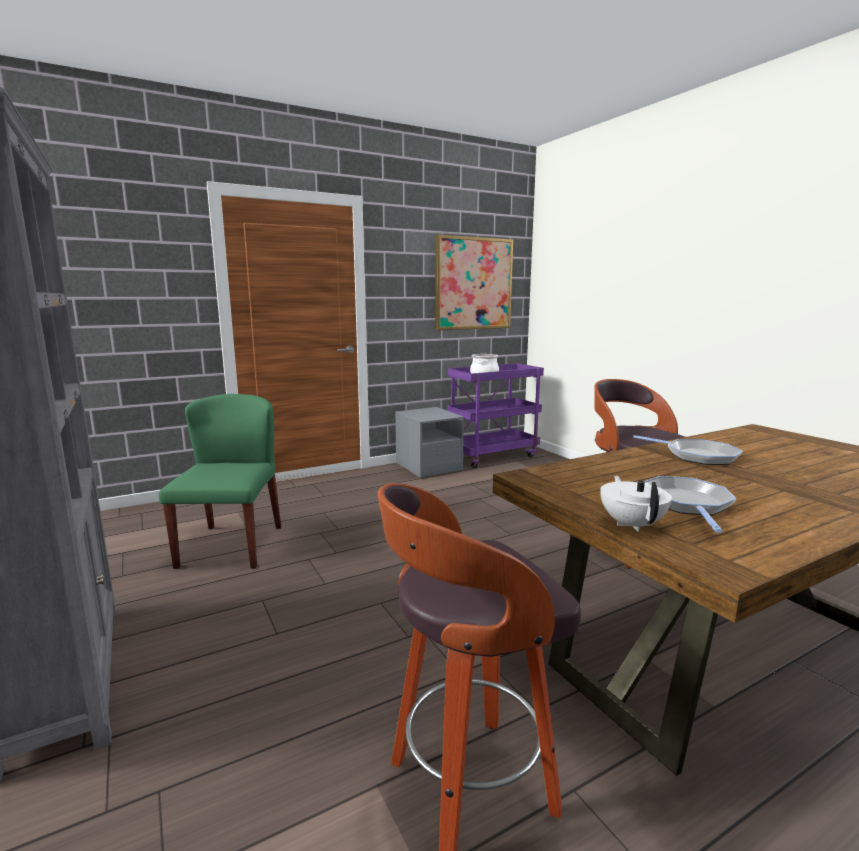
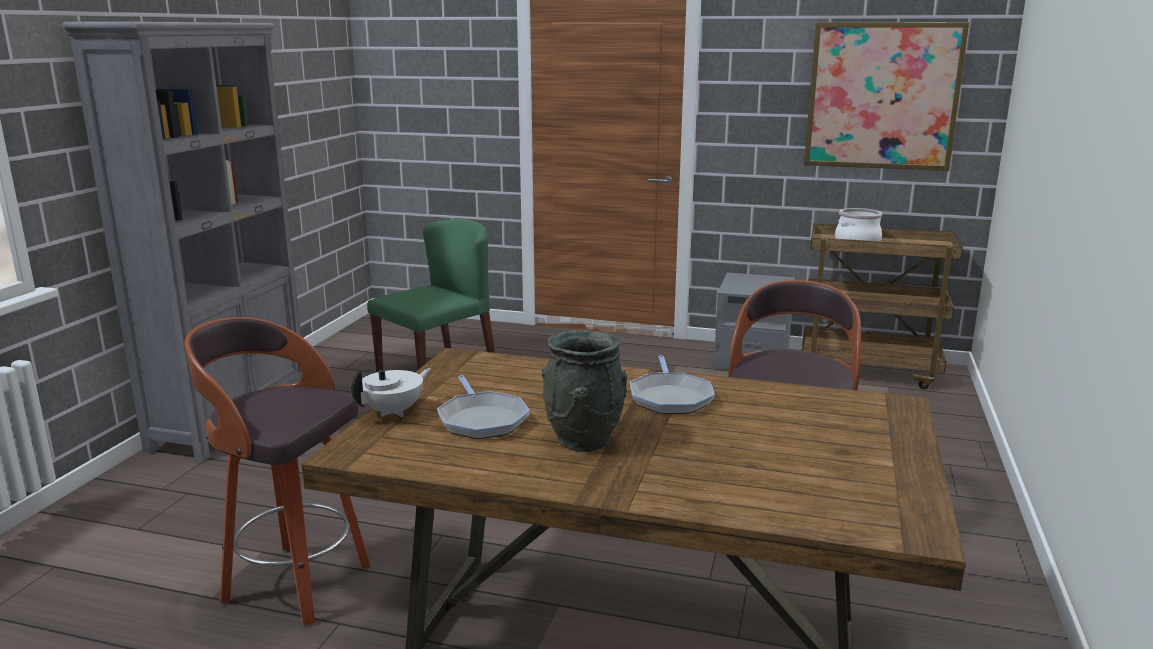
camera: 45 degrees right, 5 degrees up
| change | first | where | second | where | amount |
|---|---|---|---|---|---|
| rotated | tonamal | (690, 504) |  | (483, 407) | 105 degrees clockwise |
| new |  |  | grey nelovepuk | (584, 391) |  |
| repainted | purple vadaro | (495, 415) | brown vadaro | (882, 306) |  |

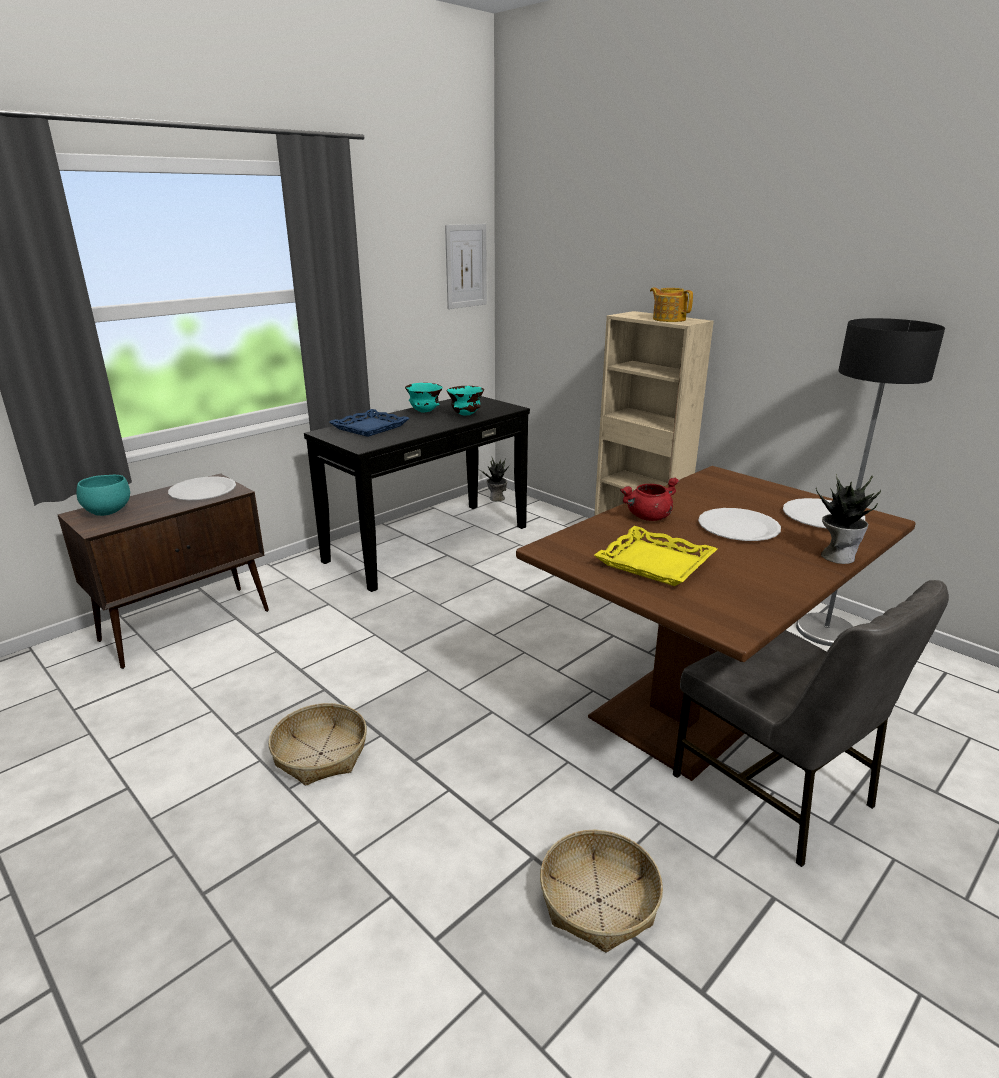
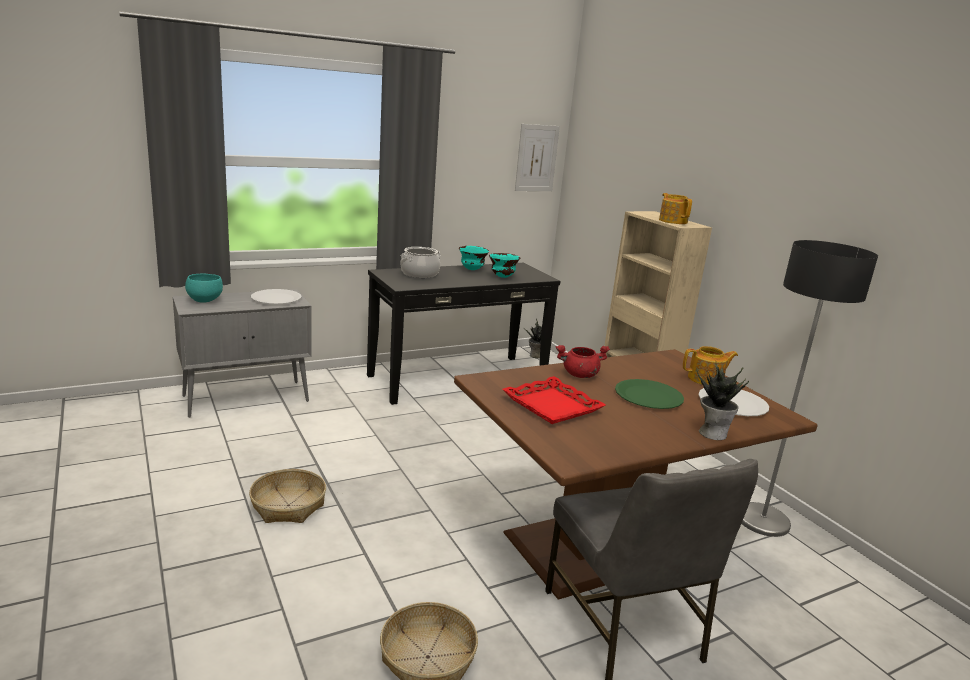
camera: 15 degrees right, 5 degrees down
| change | first | where | second | where | amount |
|---|---|---|---|---|---|
| repainted | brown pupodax | (163, 571) | grey pupodax | (242, 353) |  |
| swapped | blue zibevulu | (369, 423) | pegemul | (421, 262) |  |
| repainted | yellow zibevulu | (655, 556) | red zibevulu | (554, 400) |  |
| repainted | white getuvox | (739, 524) | green getuvox | (649, 394) |  |
| new |  |  | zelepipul | (710, 365) |  |

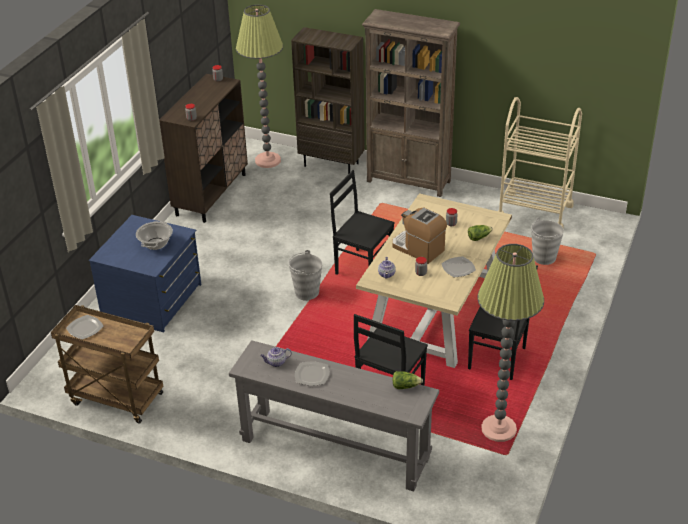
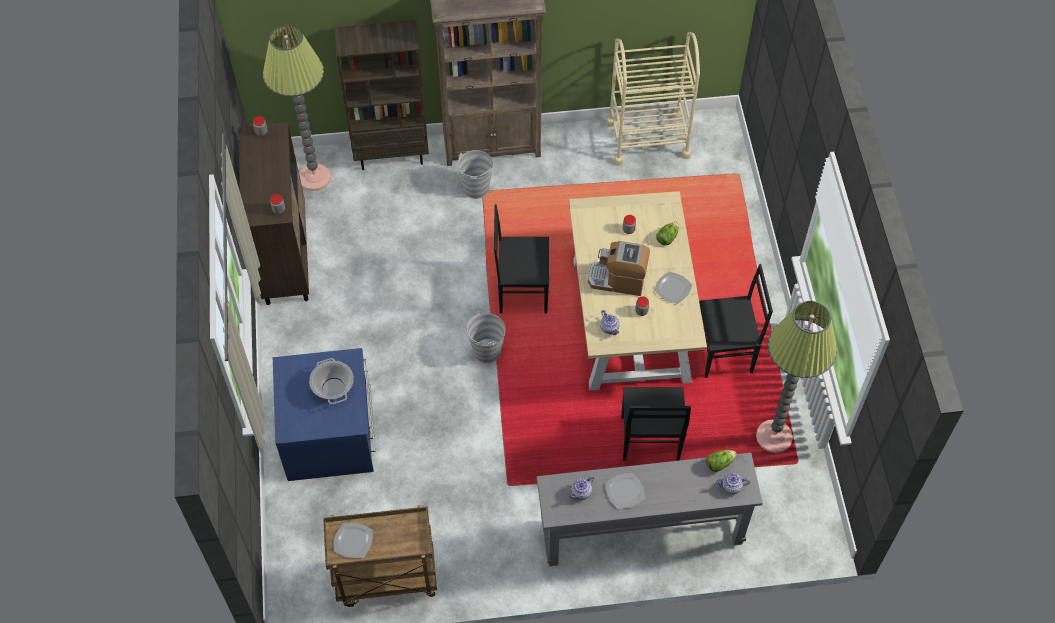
camera: 30 degrees left, 20 degrees up
| change | first | where | second | where | amount |
|---|---|---|---|---|---|
| shifted | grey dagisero | (547, 241) |  | (475, 174) |  |
| new |  |  | zelepipul | (733, 483) |  |

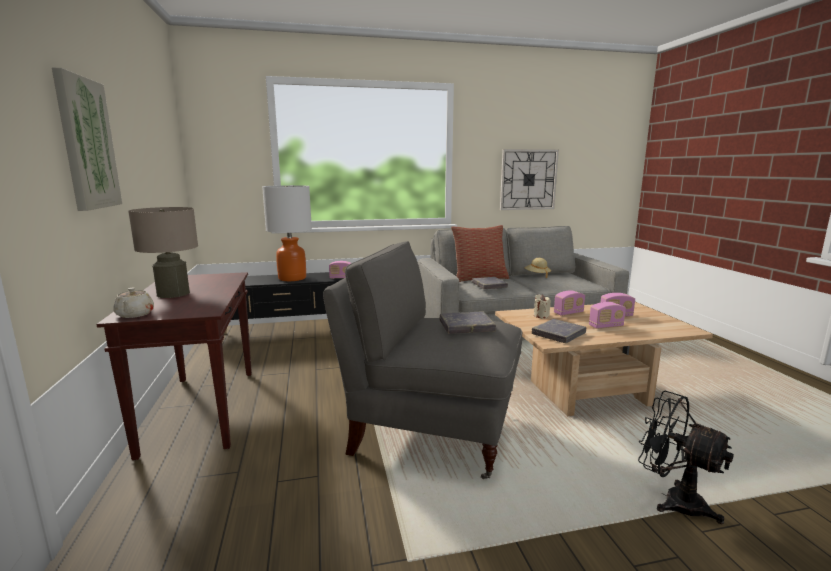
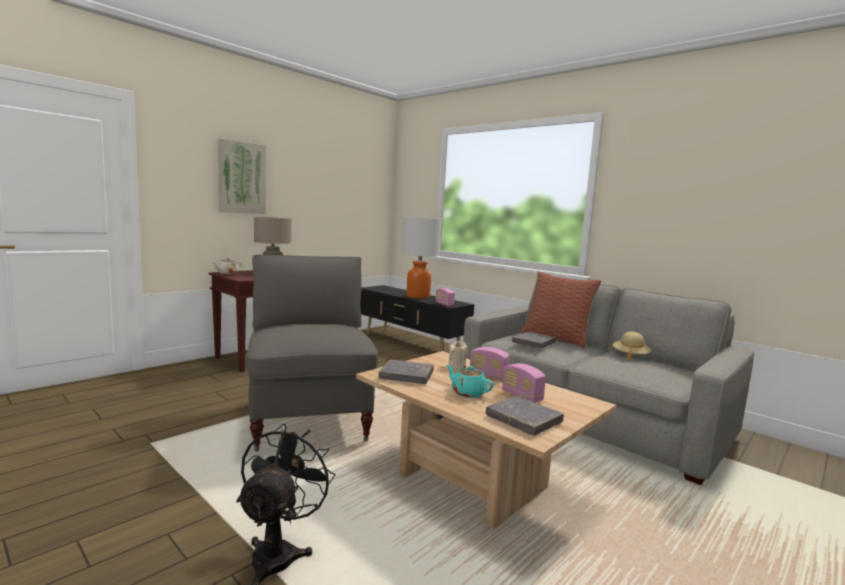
camera: 55 degrees right, 5 degrees down
| change | first | where | second | where | amount |
|---|---|---|---|---|---|
| swapped | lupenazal | (607, 315) | turquoise zelepipul | (470, 381) |  |
| shifted | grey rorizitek | (467, 322) |  | (525, 416) |  |
| gone | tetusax | (529, 179) |  |  |  |

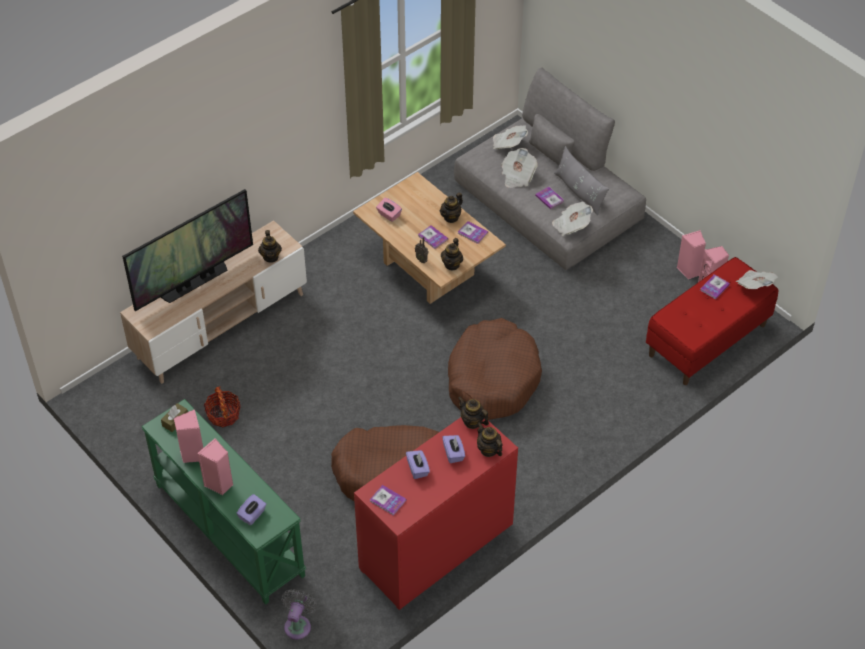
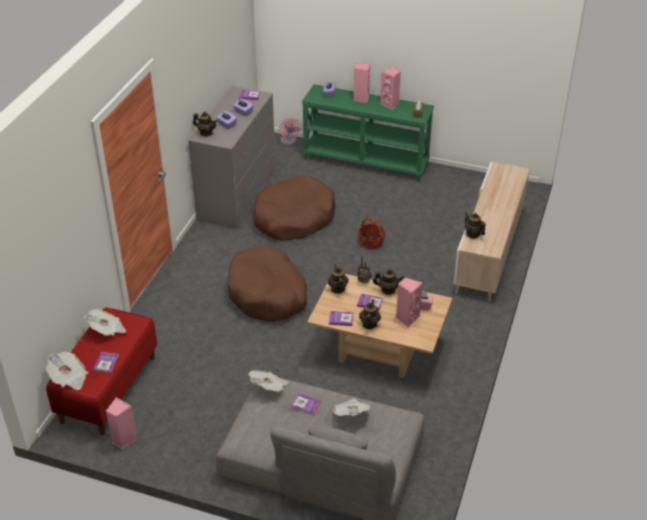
camera: 150 degrees right, 10 degrees down
| change | first | where | second | where | amount |
|---|---|---|---|---|---|
| shifted | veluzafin | (510, 137) |  | (105, 322) |  |
| repainted | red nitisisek | (436, 513) | grey nitisisek | (232, 157) |  |
| repainted | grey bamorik | (299, 614) | pink bamorik | (290, 131) |  |
| shifted | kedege | (222, 406) |  | (371, 234) |  |
| shifted | zelepipul | (473, 413) |  | (388, 282) |  |
| shifted | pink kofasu | (691, 254) |  | (409, 302) |  |
| gone | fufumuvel | (187, 250) |  |  |  |
| gone | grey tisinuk | (581, 180) |  |  |  |

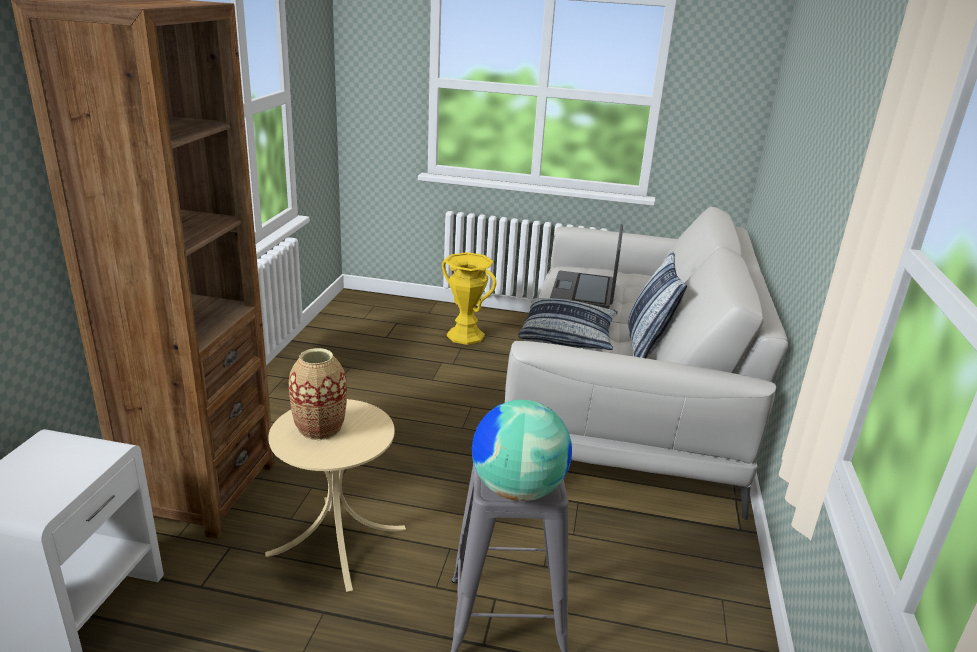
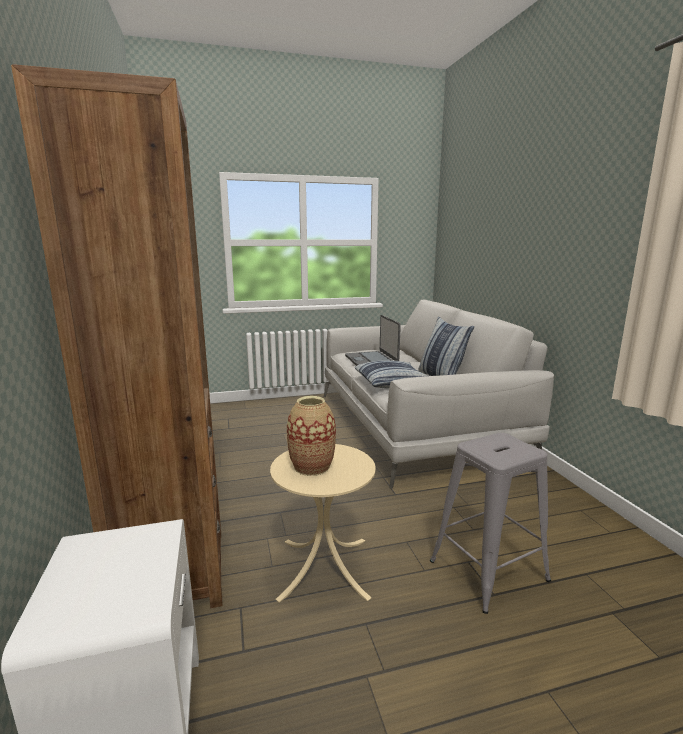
camera: 25 degrees left, 10 degrees down
| change | first | where | second | where | amount |
|---|---|---|---|---|---|
| gone | yellow nelovepuk | (469, 298) |  |  |  |
| gone | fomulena | (522, 450) |  |  |  |

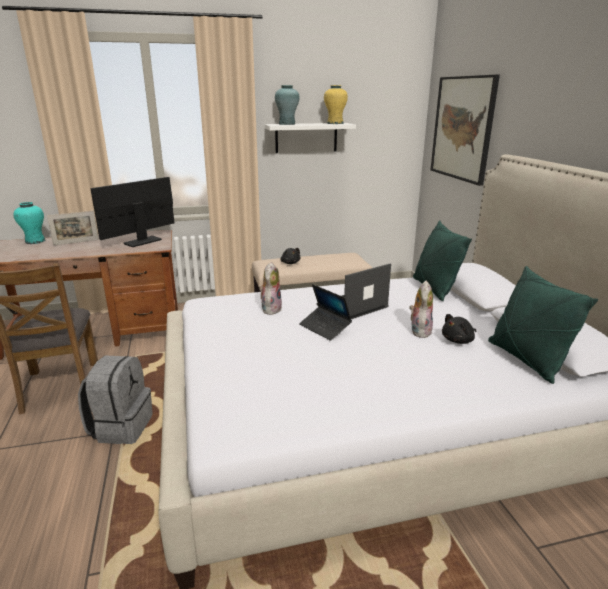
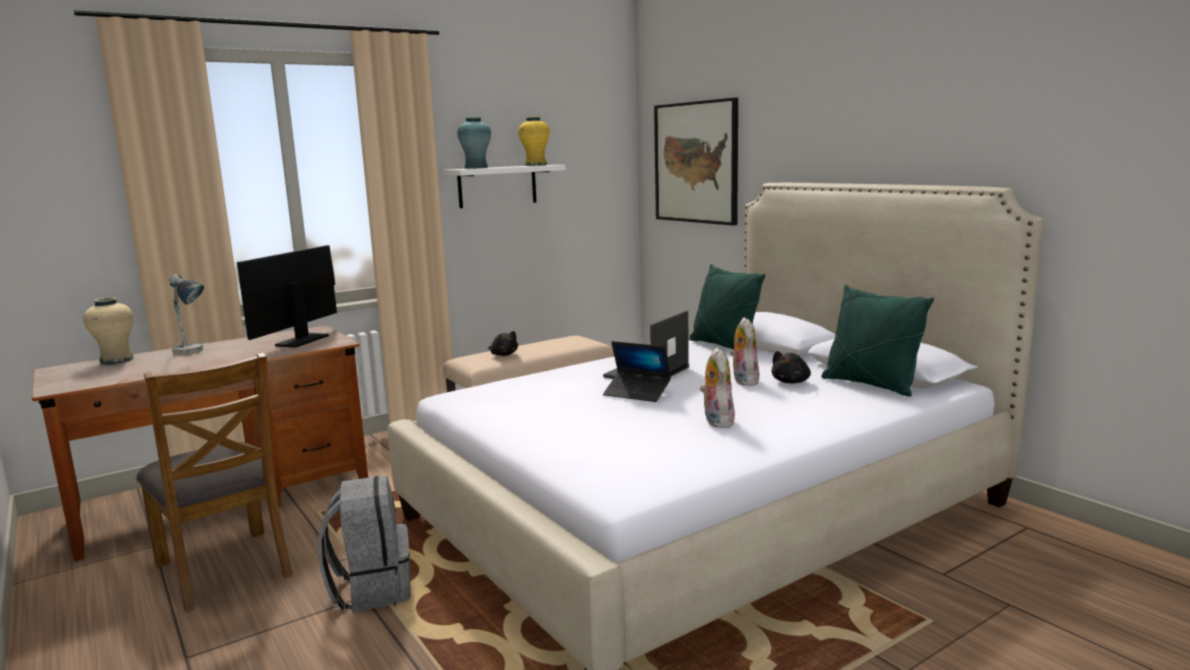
camera: 20 degrees left, 10 degrees down
| change | first | where | second | where | amount |
|---|---|---|---|---|---|
| repainted | turquoise nelovepuk | (29, 223) | beige nelovepuk | (108, 330) |  |
| swapped | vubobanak | (73, 228) | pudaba | (186, 314) |  |
| shifted | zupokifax | (270, 288) |  | (718, 387) |  |

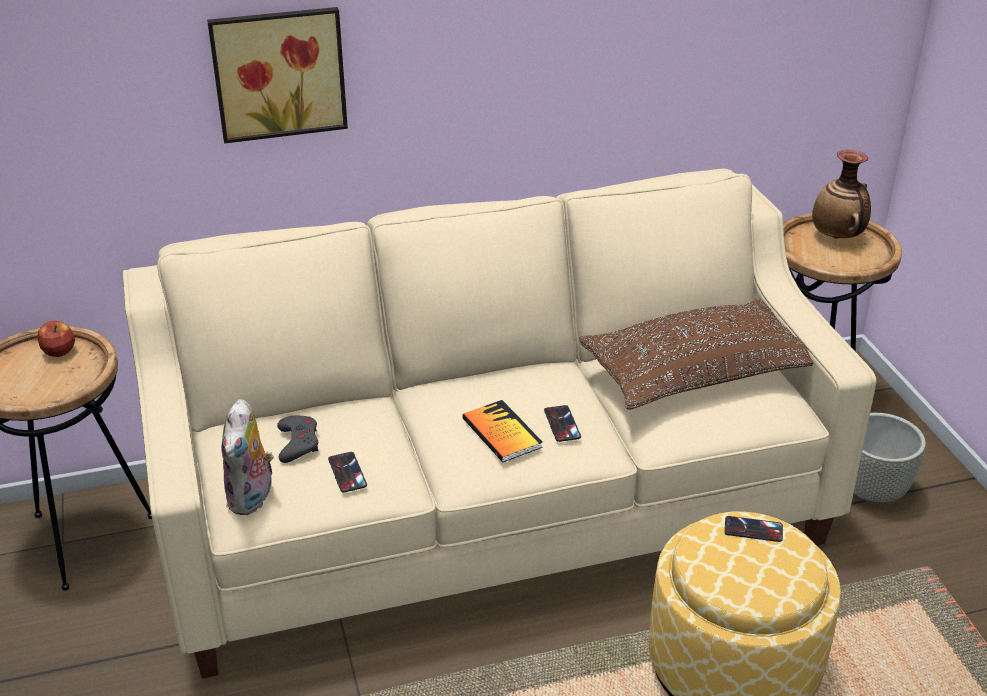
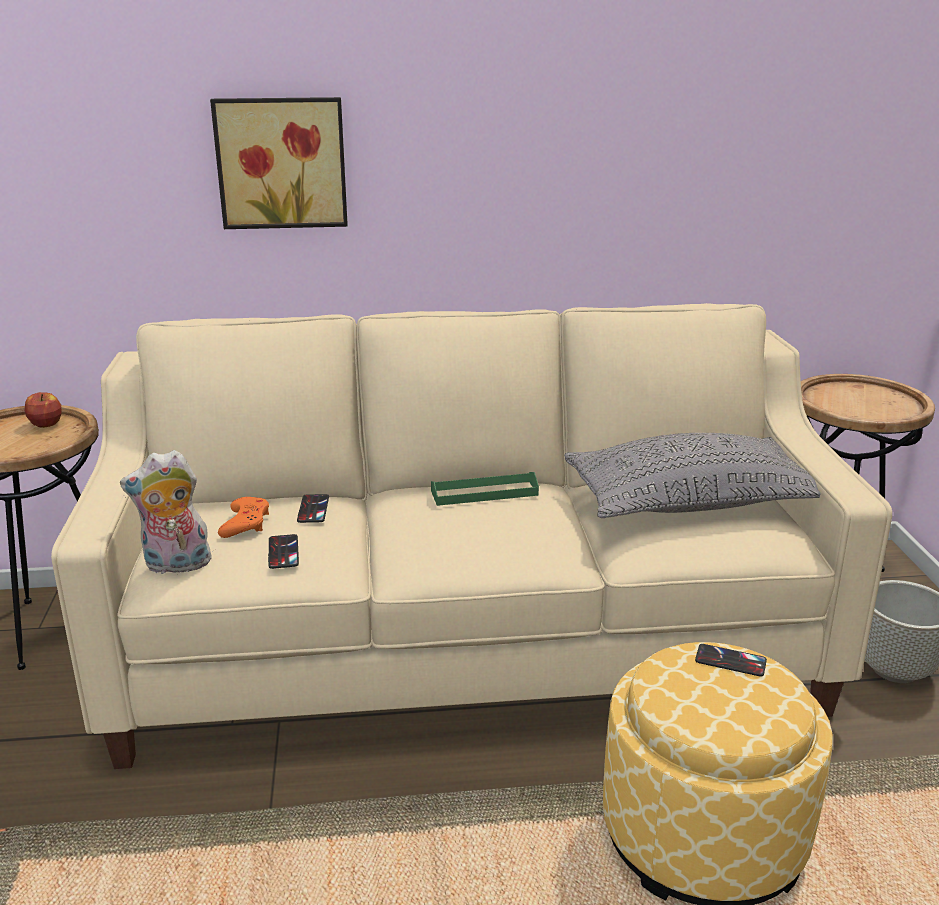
camera: 10 degrees right, 10 degrees down
| change | first | where | second | where | amount |
|---|---|---|---|---|---|
| rotated | zupokifax | (248, 457) |  | (166, 512) | 60 degrees clockwise |
| repainted | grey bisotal | (297, 439) | orange bisotal | (243, 517) |  |
| shifted | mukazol | (562, 423) |  | (313, 508) |  |
| new |  |  | green zibevulu | (485, 489) |  |
| repainted | brown tisinuk | (696, 354) | grey tisinuk | (692, 475) |  |
| gone | rorizitek | (502, 431) |  |  |  |
| gone | nelovepuk | (841, 194) |  |  |  |

